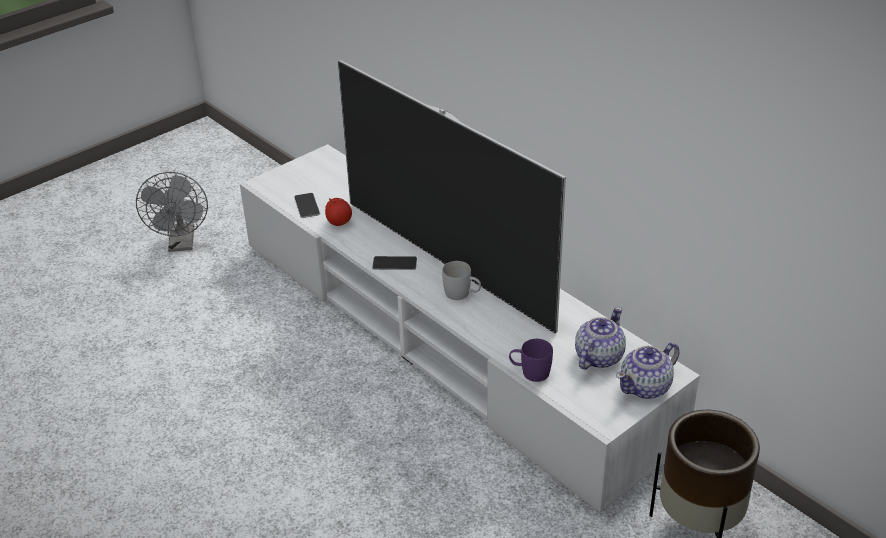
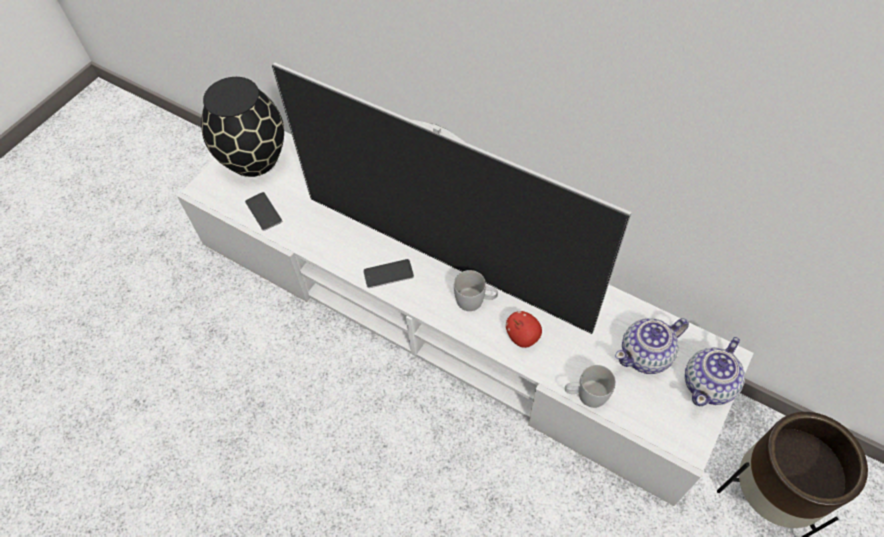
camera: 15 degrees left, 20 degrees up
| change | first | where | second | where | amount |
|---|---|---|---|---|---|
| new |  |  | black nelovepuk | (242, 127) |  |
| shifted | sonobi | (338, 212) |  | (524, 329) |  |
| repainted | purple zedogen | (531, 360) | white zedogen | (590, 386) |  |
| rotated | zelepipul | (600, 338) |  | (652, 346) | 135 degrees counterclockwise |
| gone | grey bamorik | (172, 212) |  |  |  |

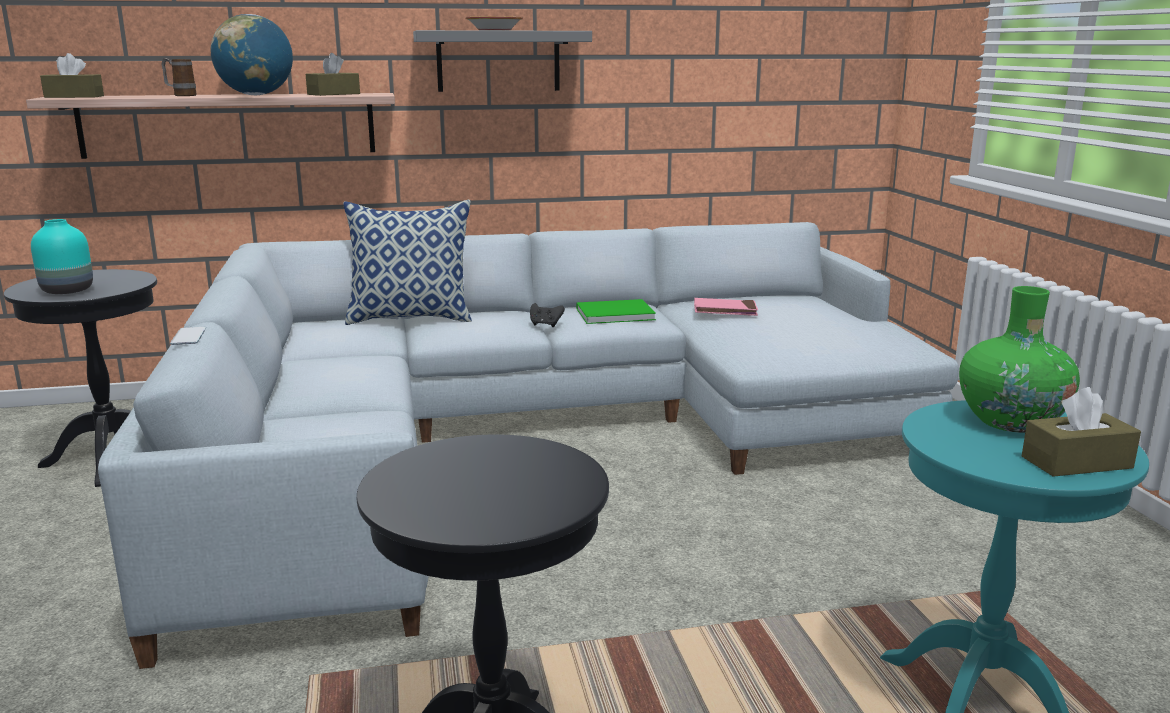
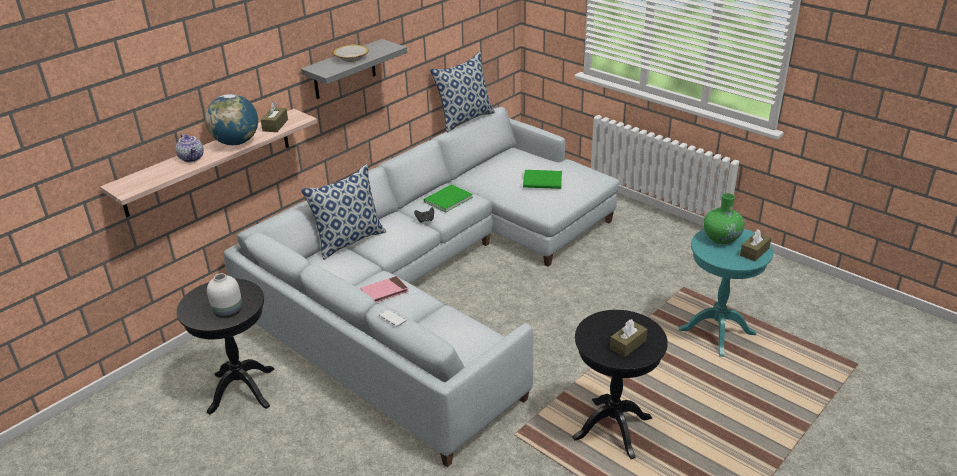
camera: 35 degrees left, 15 degrees up
| change | first | where | second | where | amount |
|---|---|---|---|---|---|
| swapped | zedogen | (179, 77) | zelepipul | (190, 147) |  |
| repainted | turquoise nelovepuk | (62, 256) | white nelovepuk | (224, 295) |  |
| shifted | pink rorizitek | (726, 307) |  | (384, 289) |  |
| new |  |  | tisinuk | (462, 92) |  |
| new |  |  | green rorizitek | (542, 179) |  |
| shifted | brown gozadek | (72, 75) |  | (629, 338) |  |

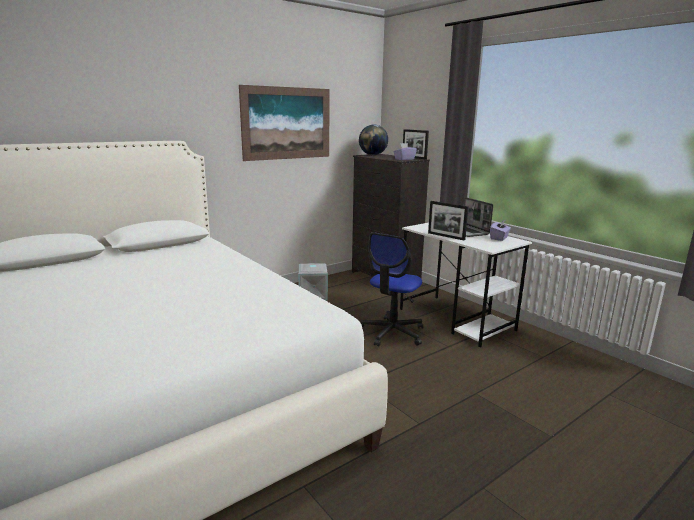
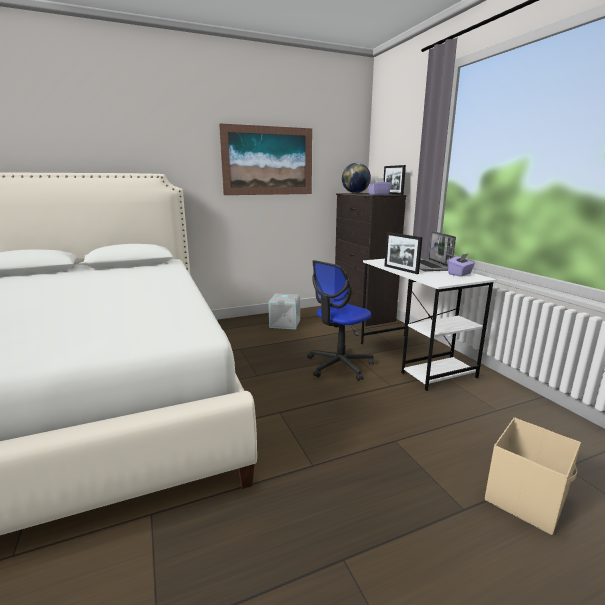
camera: 15 degrees right, 0 degrees up
| change | first | where | second | where | amount |
|---|---|---|---|---|---|
| new |  |  | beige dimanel | (533, 476) |  |

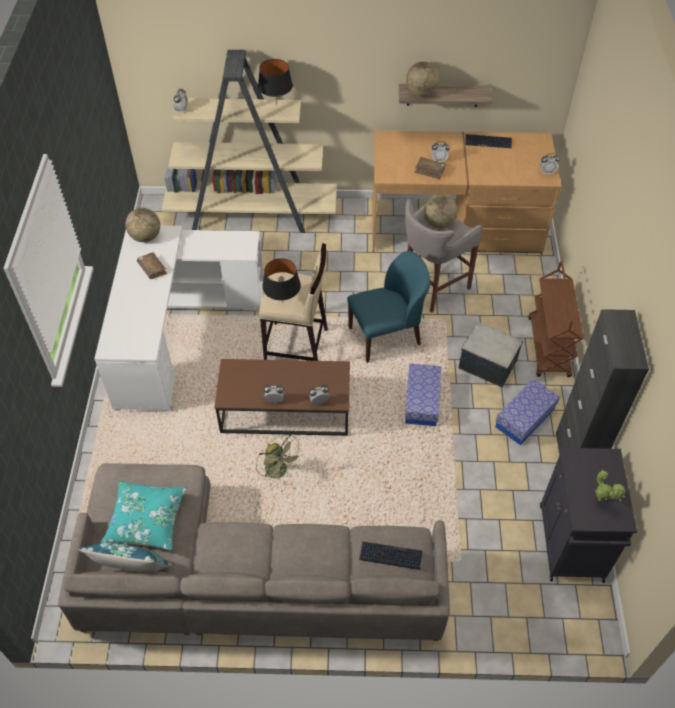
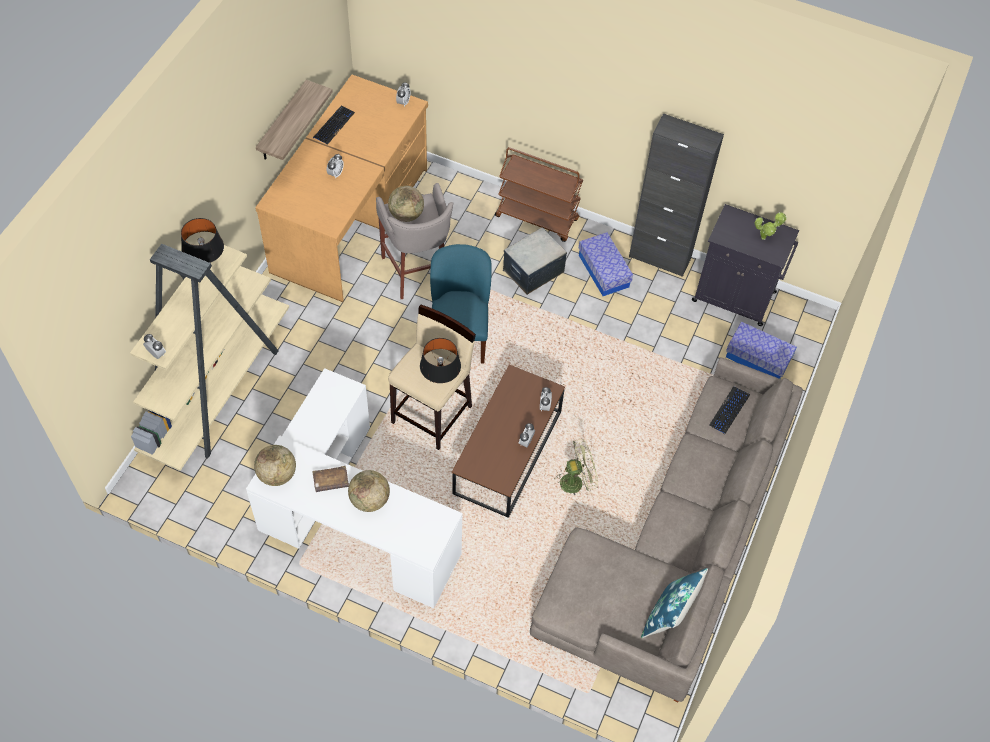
camera: 70 degrees left, 5 degrees up
| change | first | where | second | where | amount |
|---|---|---|---|---|---|
| shifted | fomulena | (422, 79) |  | (369, 491) |  |
| shifted | dimanel | (423, 394) |  | (761, 350) |  |
| gone | turquoise tisinuk | (144, 516) |  |  |  |
| gone | brown rorizitek | (430, 168) |  |  |  |

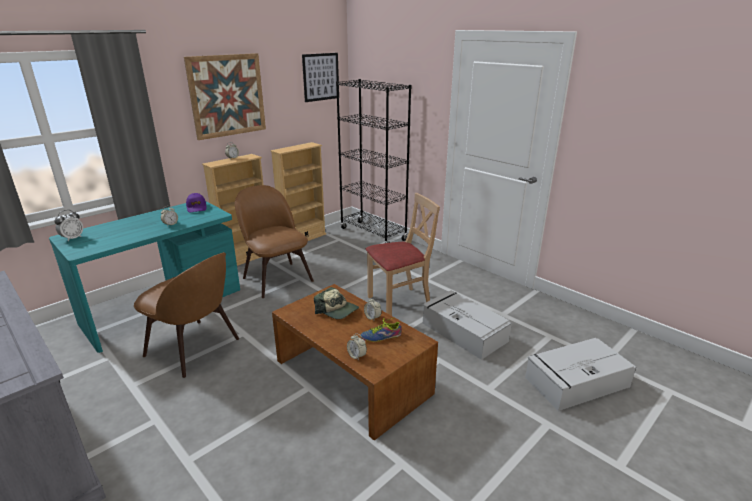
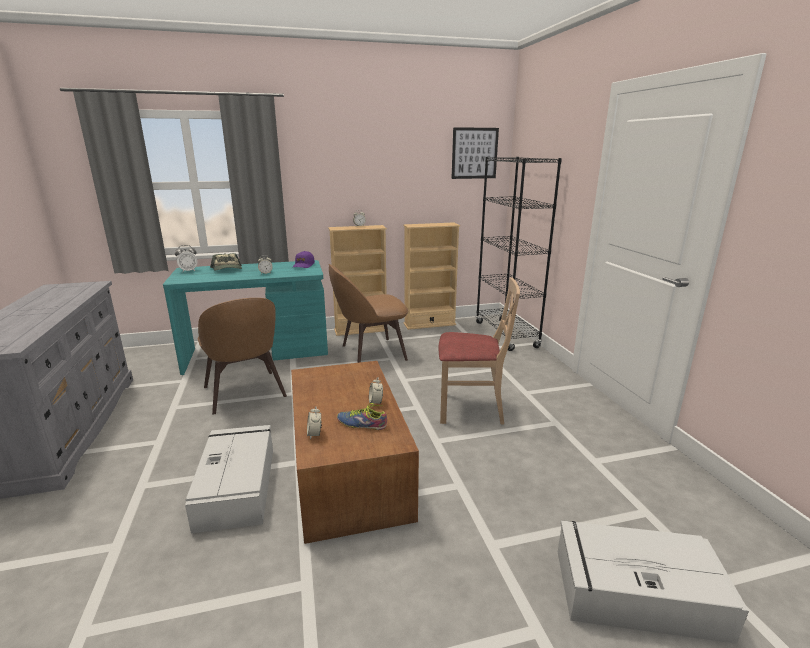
camera: 30 degrees right, 5 degrees down
| change | first | where | second | where | amount |
|---|---|---|---|---|---|
| shifted | grey dimanel | (467, 325) |  | (229, 479) |  |
| shifted | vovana | (336, 303) |  | (226, 262) |  |
| rotated | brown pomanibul | (274, 241) |  | (368, 313) | 105 degrees counterclockwise |
| gone | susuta | (225, 96) |  |  |  |

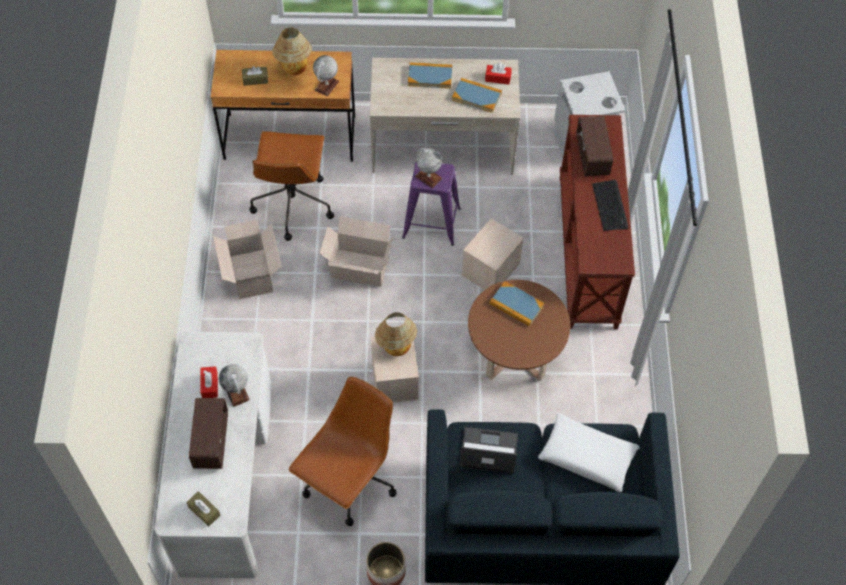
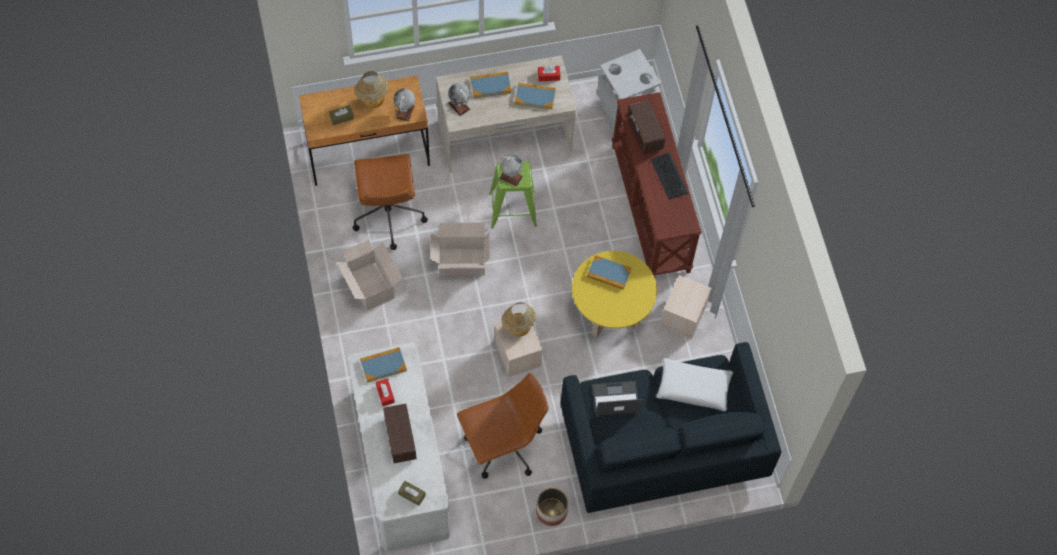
camera: 15 degrees left, 5 degrees up
| change | first | where | second | where | amount |
|---|---|---|---|---|---|
| new |  |  | rorizitek | (383, 365) |  |
| shifted | fomulena | (234, 385) |  | (459, 99) |  |
| rotated | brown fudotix | (342, 451) |  | (503, 426) | 45 degrees clockwise |
| repainted | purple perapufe | (431, 203) | green perapufe | (513, 194) |  |
| repainted | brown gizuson | (519, 330) | yellow gizuson | (614, 294) |  |
| shifted | beige dimanel | (493, 254) |  | (685, 307) |  |

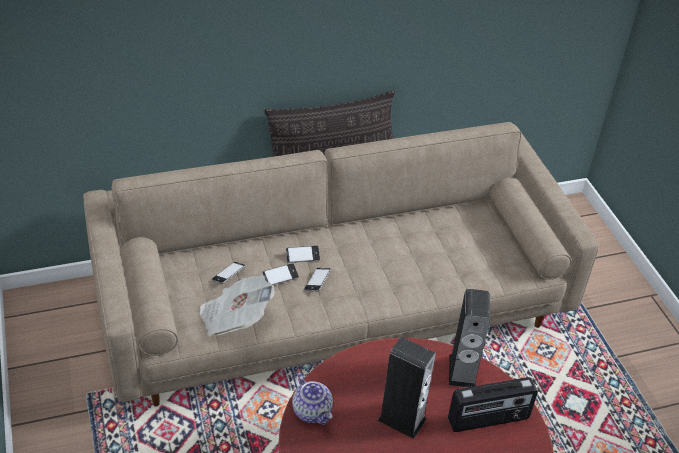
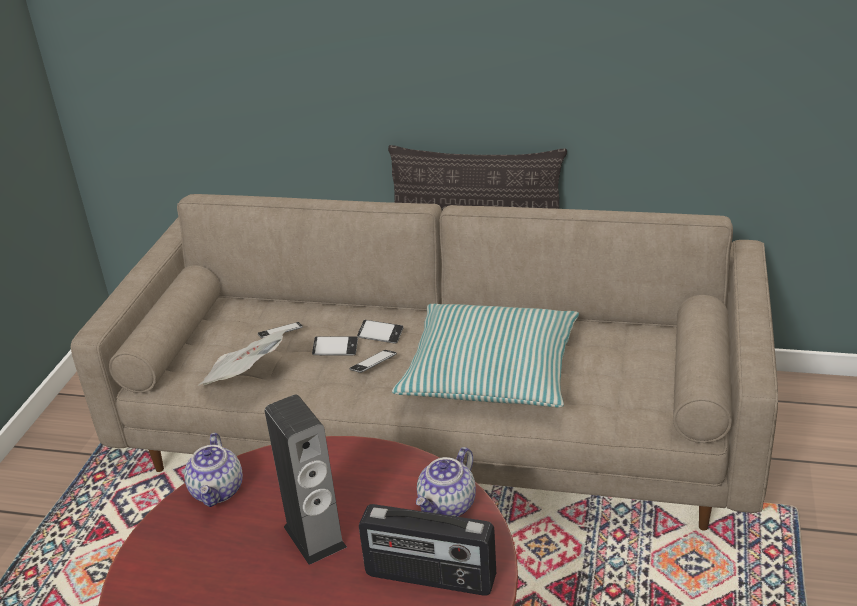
camera: 35 degrees right, 10 degrees down
| change | first | where | second | where | amount |
|---|---|---|---|---|---|
| new |  |  | tisinuk | (485, 355) |  |
| swapped | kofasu | (469, 338) | zelepipul | (446, 482) |  |

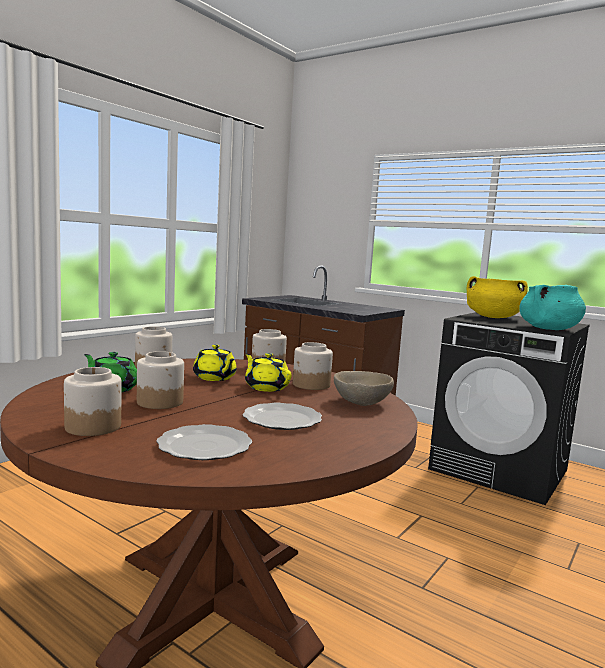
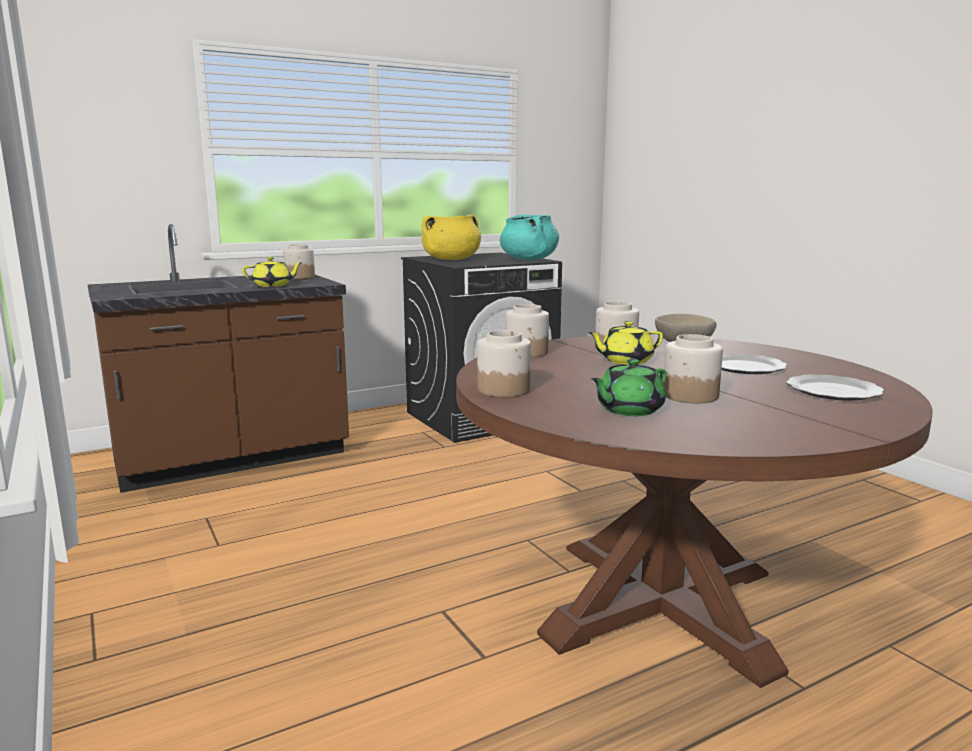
camera: 65 degrees left, 5 degrees up
| change | first | where | second | where | amount |
|---|---|---|---|---|---|
| shifted | yellow zelepipul | (215, 363) |  | (272, 272) |  |
| shifted | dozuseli | (93, 401) |  | (299, 261) |  |

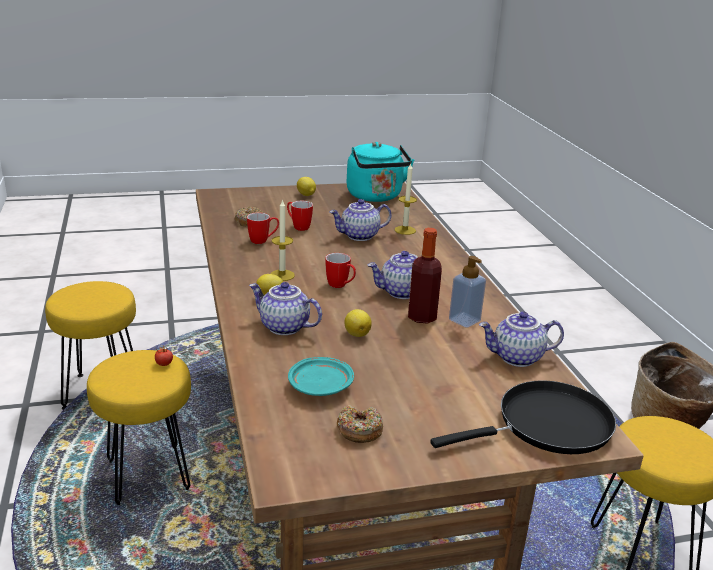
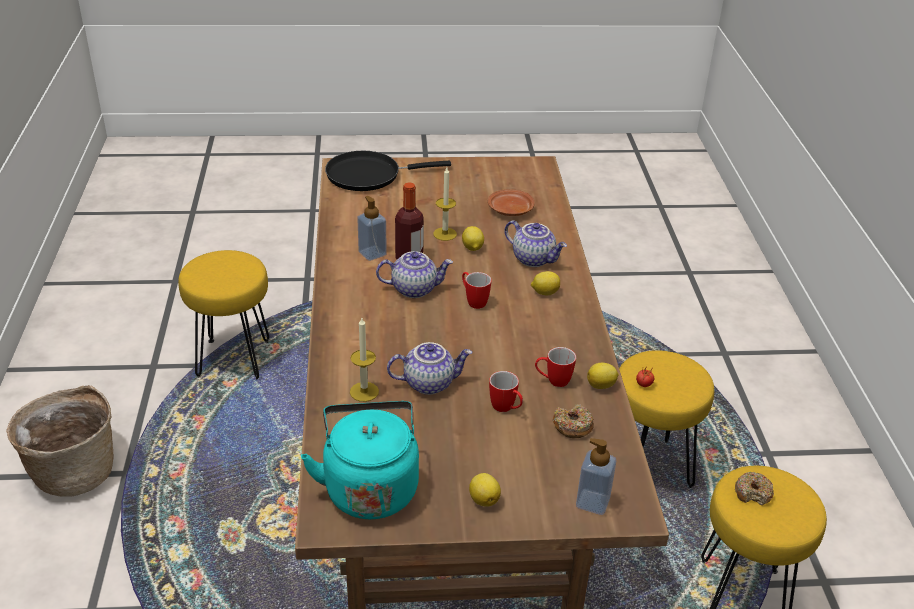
camera: 170 degrees left, 10 degrees up
| change | first | where | second | where | amount |
|---|---|---|---|---|---|
| shifted | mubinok | (282, 240) |  | (445, 204) |  |
| repainted | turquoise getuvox | (321, 376) | brown getuvox | (511, 202) |  |
| new |  |  | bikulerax | (596, 476) |  |
| new |  |  | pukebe | (603, 376) |  |
| shifted | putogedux | (360, 424) |  | (754, 488) |  |
| gone | zelepipul | (521, 339) |  |  |  |

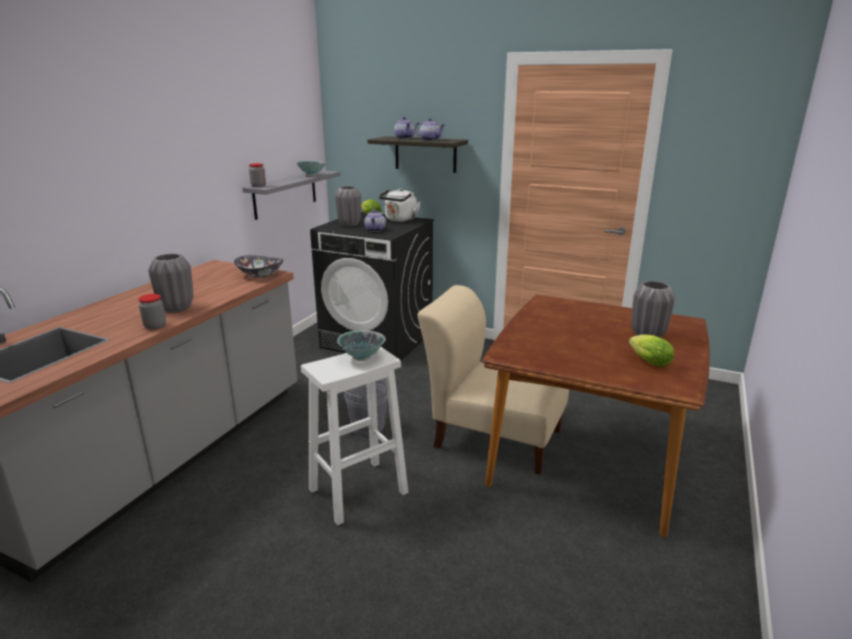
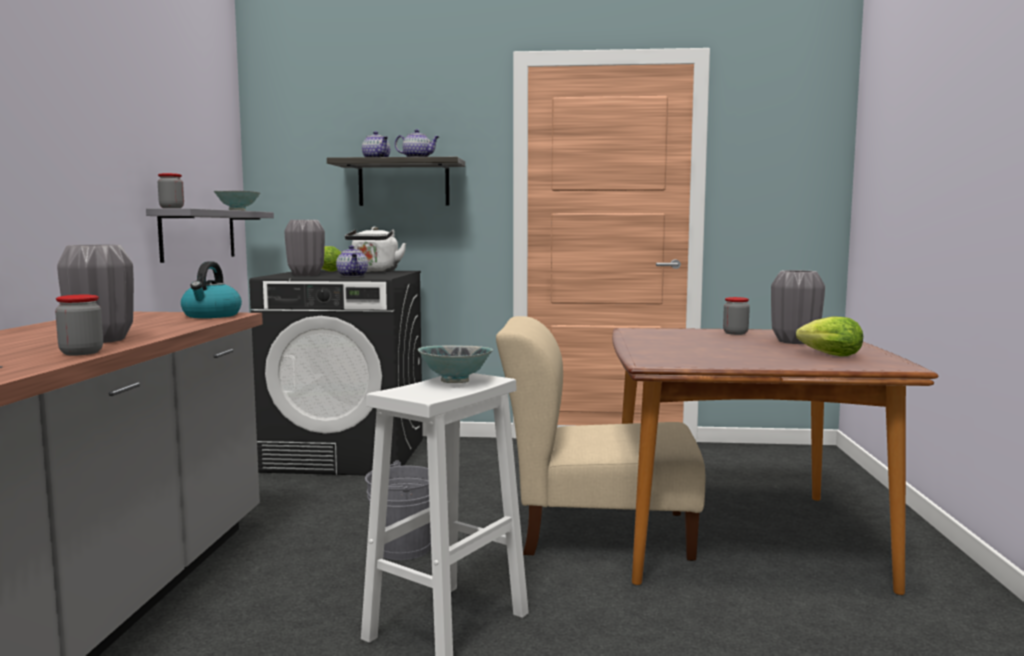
camera: 20 degrees left, 15 degrees down
| change | first | where | second | where | amount |
|---|---|---|---|---|---|
| swapped | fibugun | (259, 266) | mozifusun | (211, 289) |  |
| new |  |  | dozuseli | (736, 316) |  |

